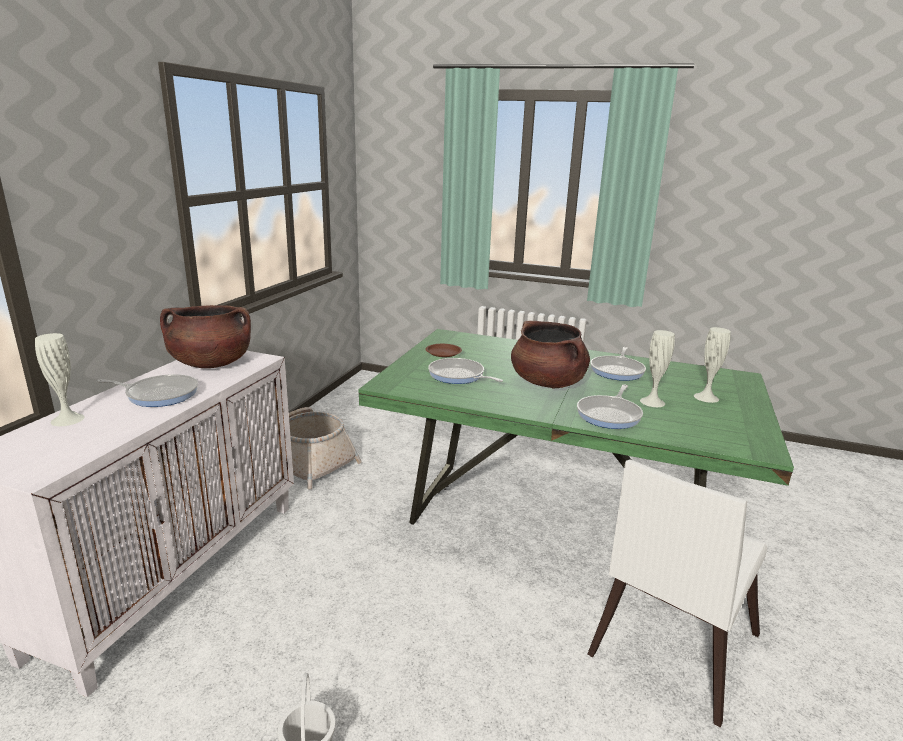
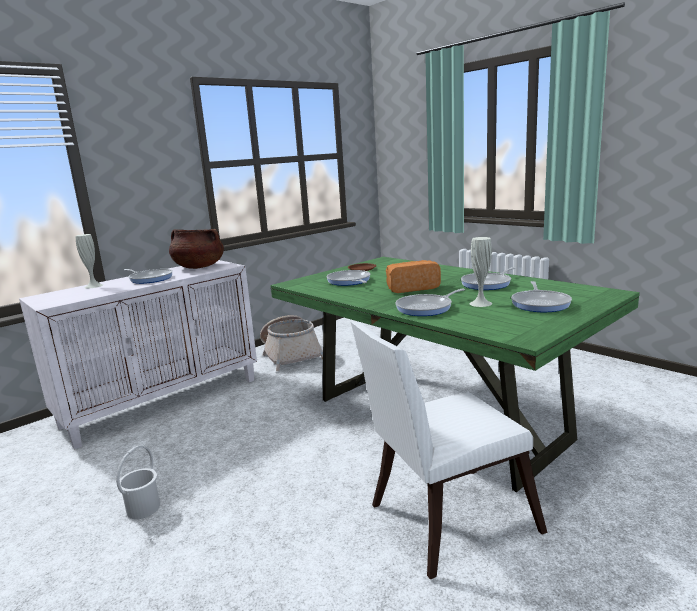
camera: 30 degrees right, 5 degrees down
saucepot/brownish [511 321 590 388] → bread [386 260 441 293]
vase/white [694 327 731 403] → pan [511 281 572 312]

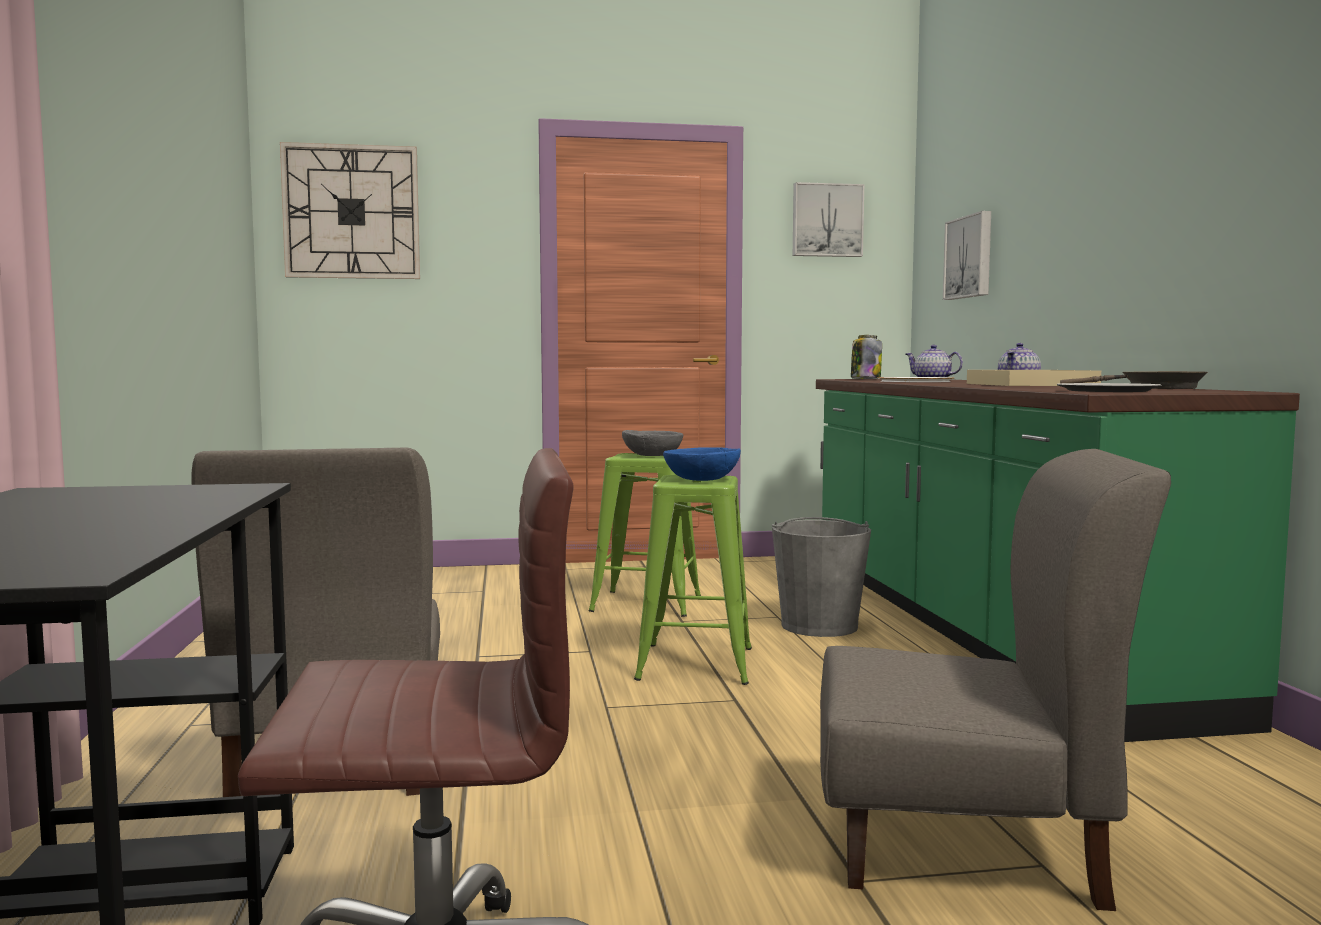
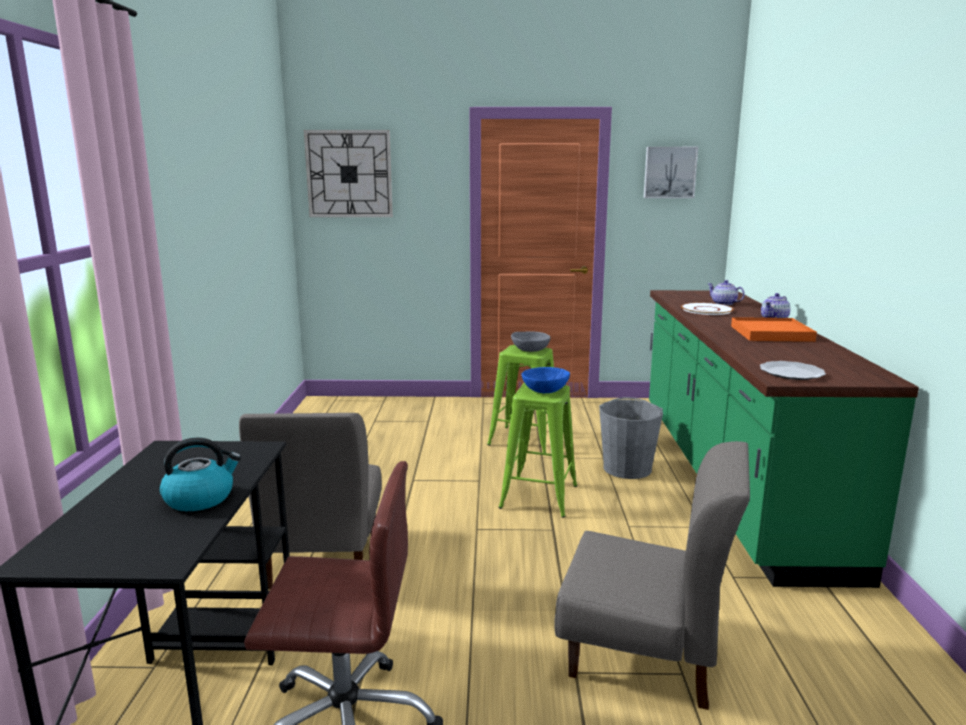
camera: 10 degrees right, 10 degrees up
- → tea kettle [160 437 241 511]
serving tray/sand-coloured [967 370 1101 386] → serving tray/orangey [731 317 817 342]
preserve jar [851 335 882 379] → -
wall picture [943 211 991 300] → -
pan/brownish [1060 371 1208 389] → -

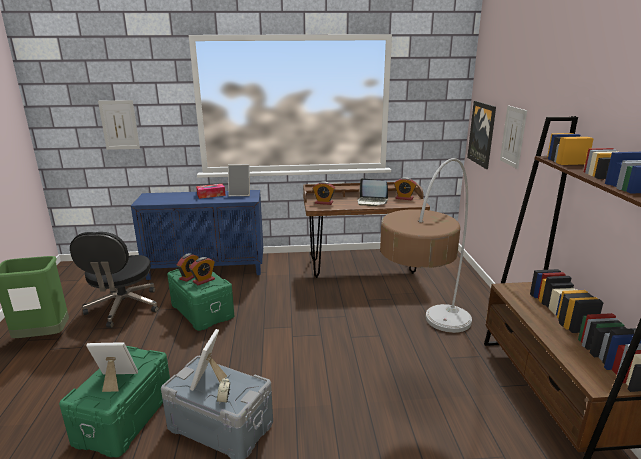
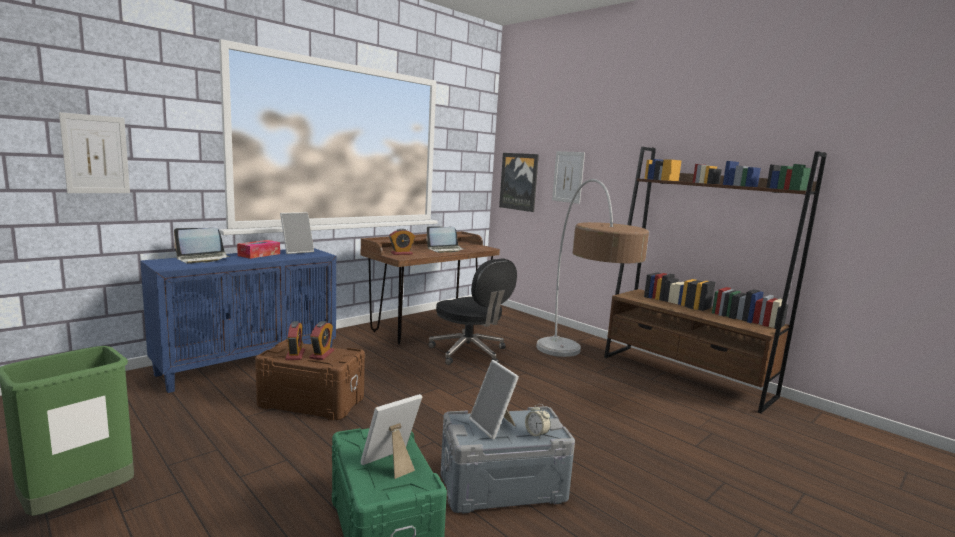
camera: 40 degrees left, 10 degrees down
- → notebook computer [174 228 230 264]
storage container/green [167 269 234 331] → storage container/brownish [255 339 365 420]
computer chair/blackish [70 232 158 328] → computer chair/blackish [428 258 517 365], relocated
bedside clock [394 177 417 200] → -

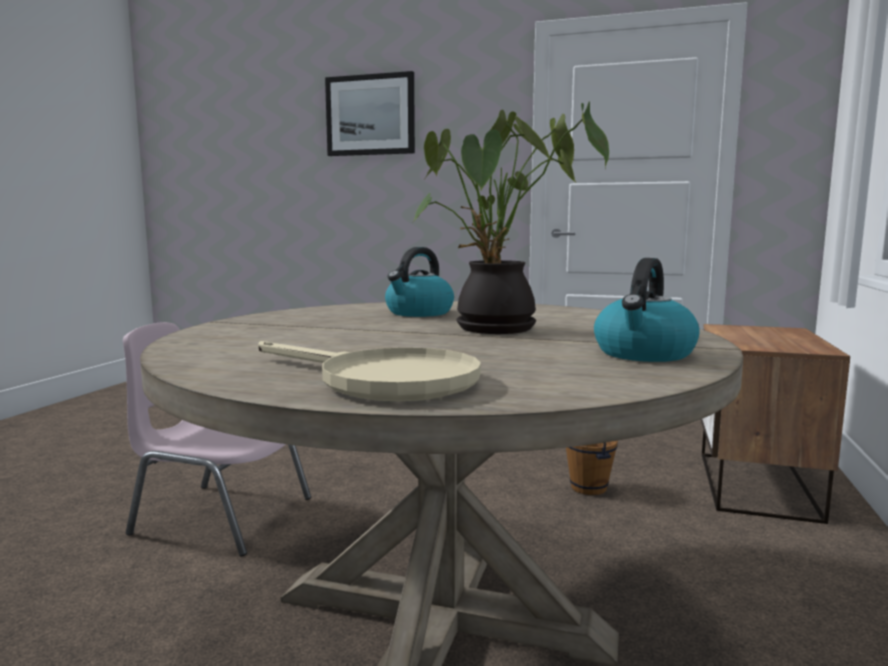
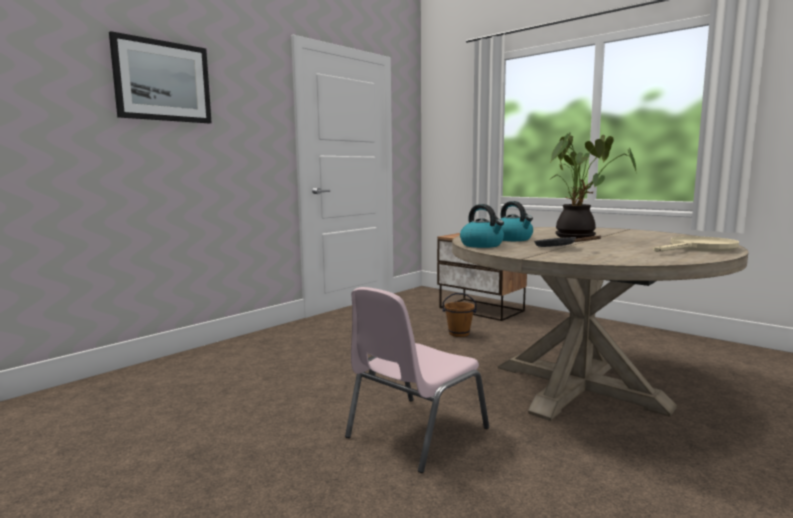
camera: 65 degrees left, 0 degrees up
tea kettle [594 258 700 362] → tea kettle [460 204 504 248], relocated
- → pan/blackish [534 236 602 247]

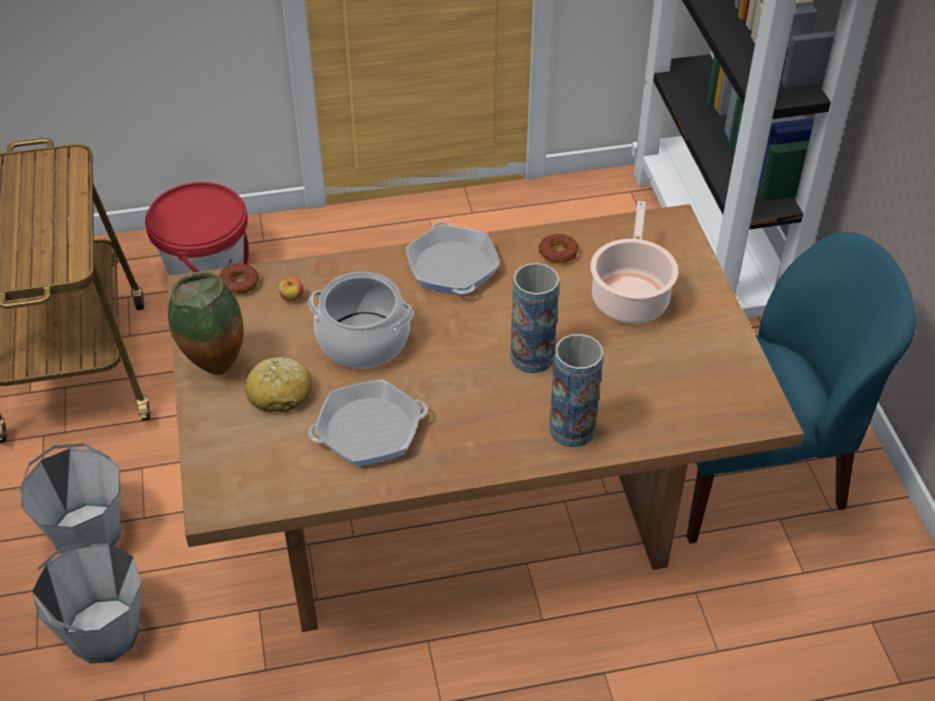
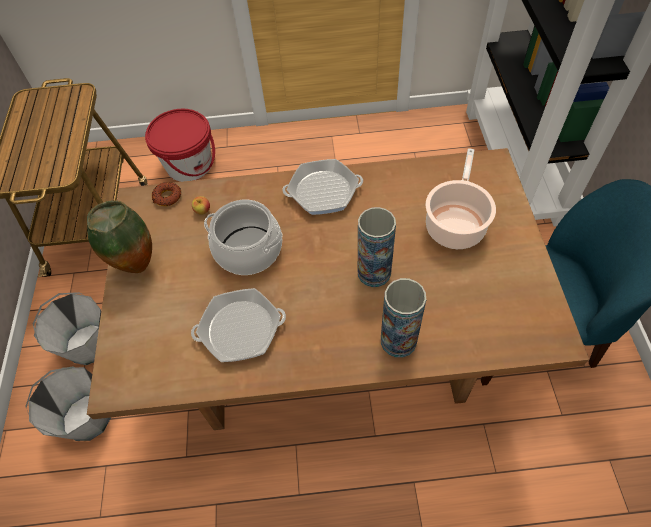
camera: 10 degrees right, 10 degrees up
pan [406 222 500 295] → pan [282 159 363 215], 90 degrees counterclockwise
bread [245 357 312 412] → -
donut [539 234 578 263] → -

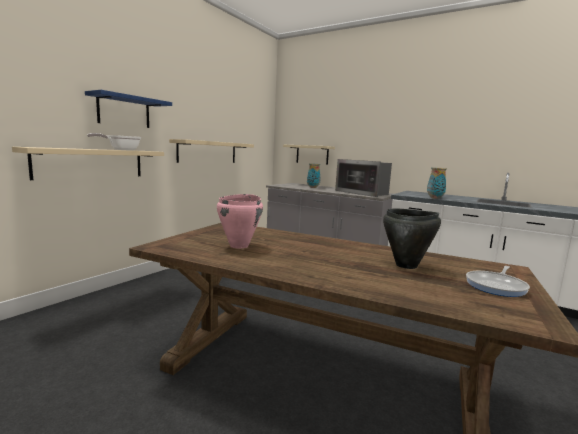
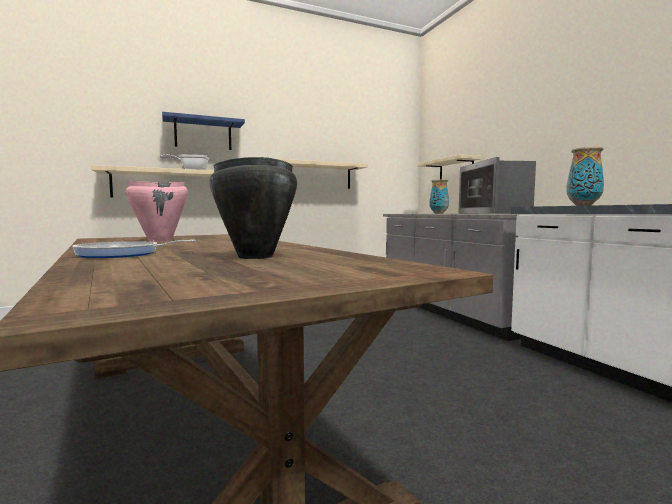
camera: 35 degrees right, 5 degrees down
pan [466 266 530 297] → pan [72 240 196 258], relocated

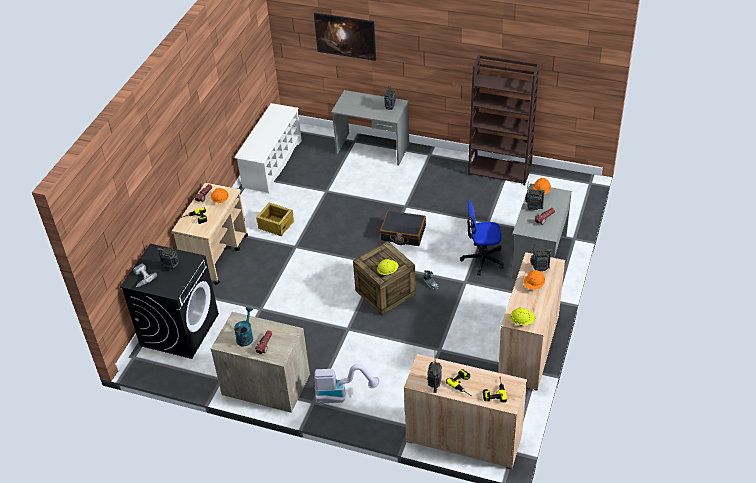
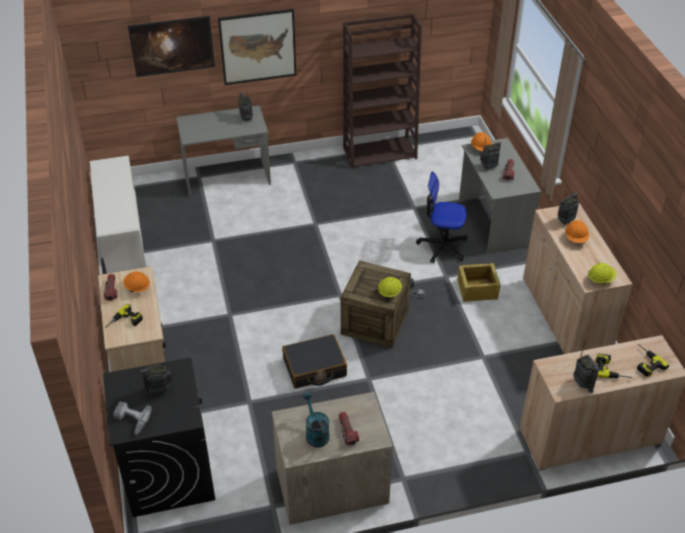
camera: 35 degrees left, 0 degrees up
- → wall picture [218 9 296 85]
suitcase/blackish [380 210 426 246] → suitcase/blackish [282 334 347 389], relocated
computer chair [460 201 504 276] → computer chair [416 172 468 264], 45 degrees clockwise
packing crate [256 203 294 236] → packing crate [457 263 500 302], relocated
vacuum cleaner [314 364 380 405] → -

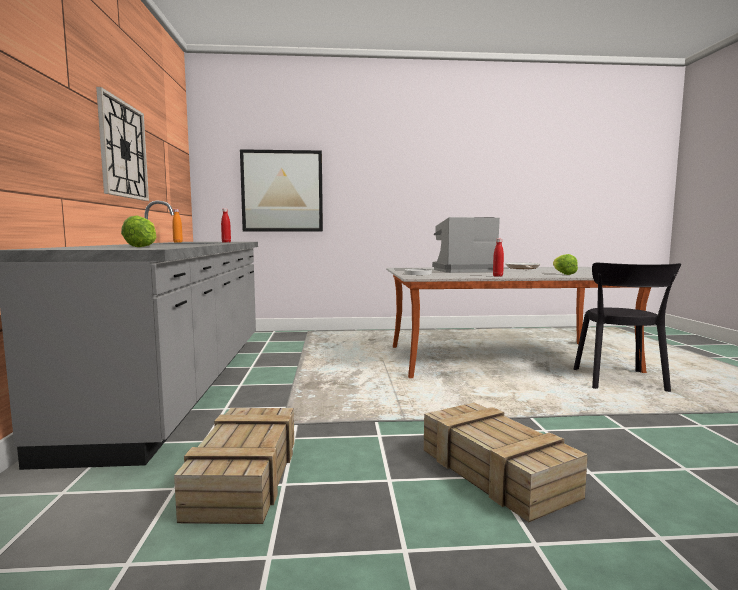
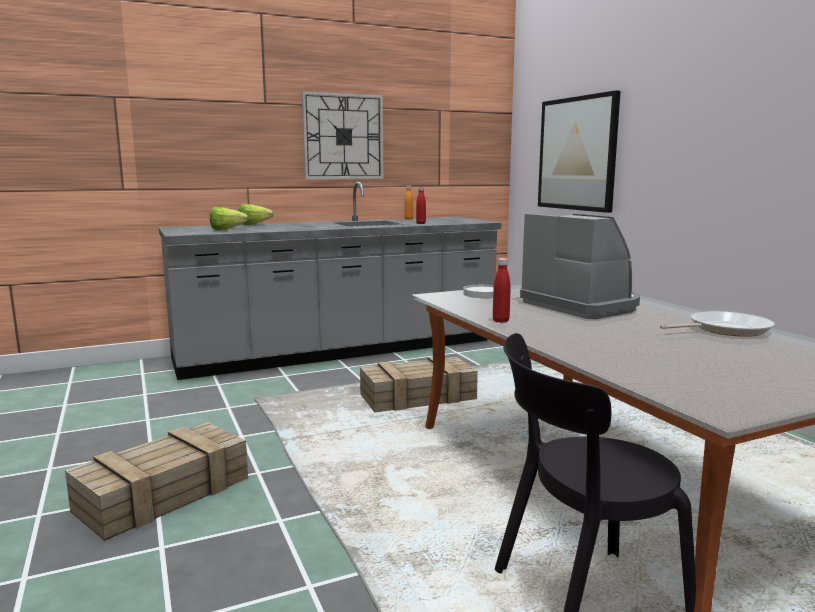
camera: 70 degrees right, 5 degrees up
lettuce [553 254 578 275] → lettuce [239 204 273 225], relocated
packing crate [174 408 294 524] → packing crate [360 357 478 412], relocated

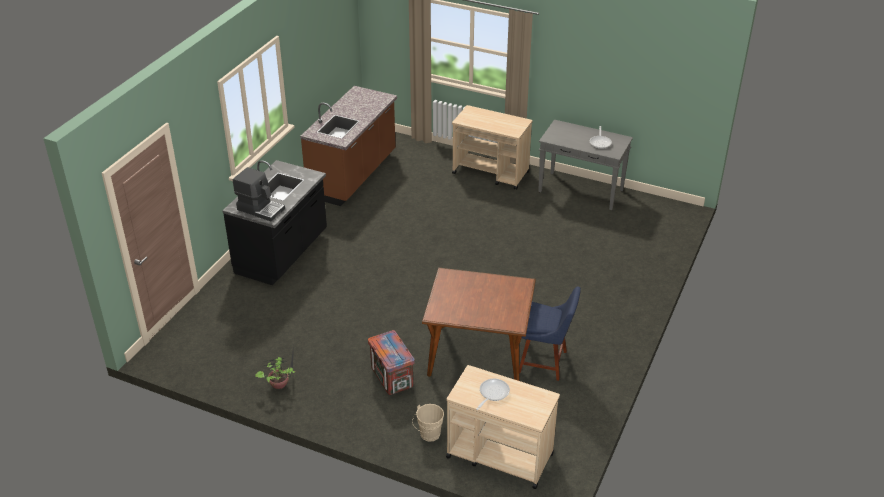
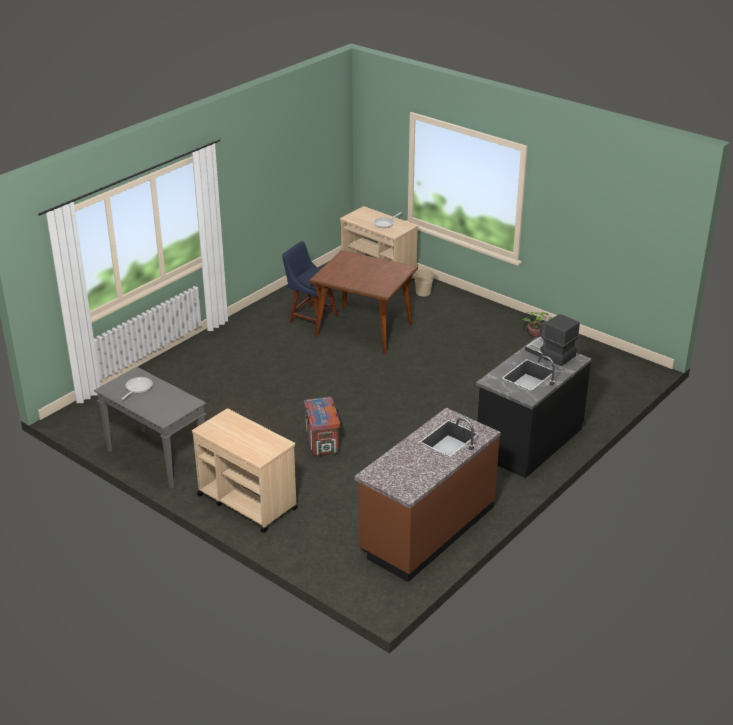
camera: 165 degrees left, 5 degrees down
packing crate [368 330 415 395] → packing crate [304 397 340 456], relocated

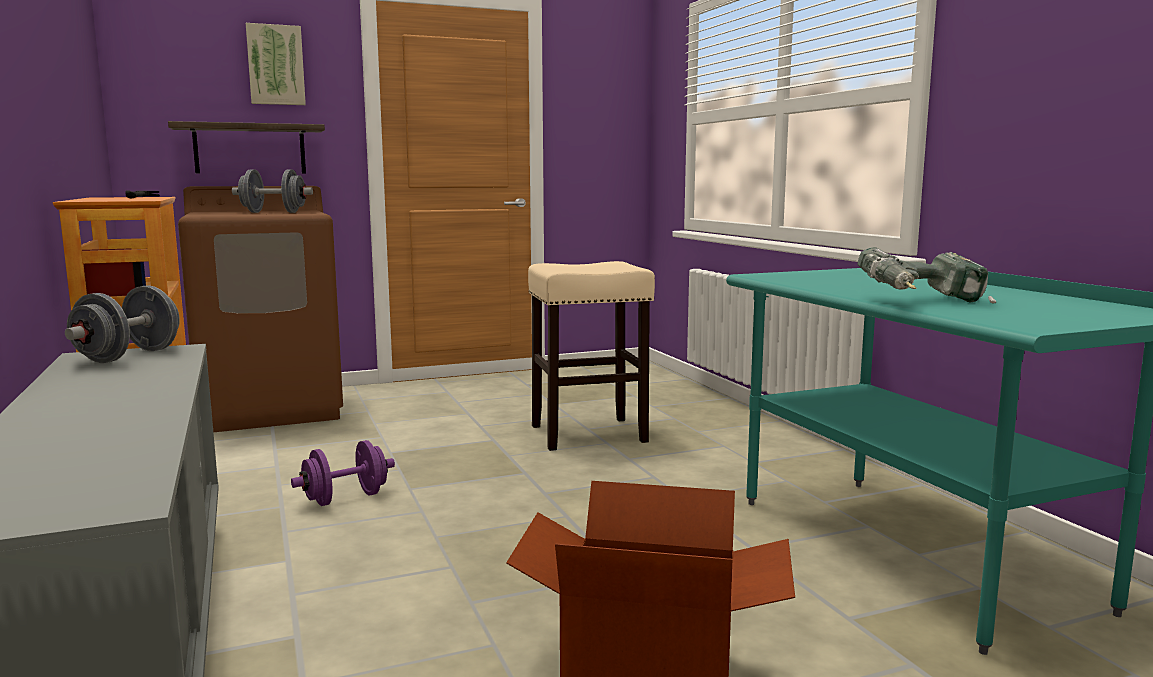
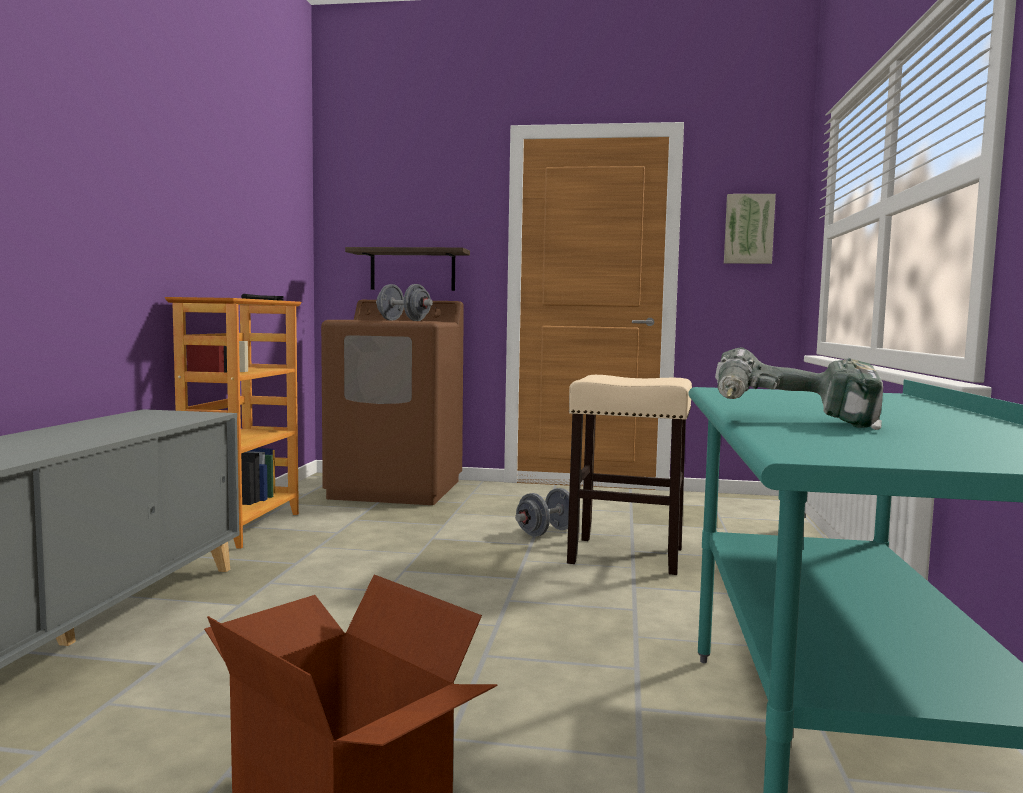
camera: 30 degrees right, 5 degrees down
free weight/greyish [65 286 180 363] → free weight/greyish [515 488 569 537], relocated
wall picture [246 23 306 105] → wall picture [724 194 776 264], relocated
free weight/purple [291 440 395 506] → -

